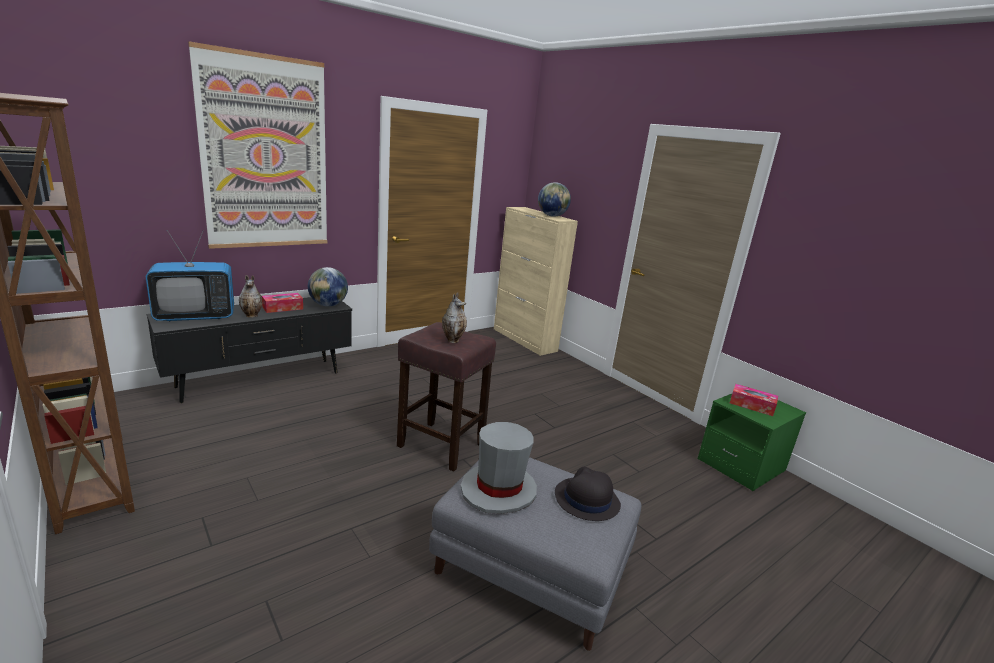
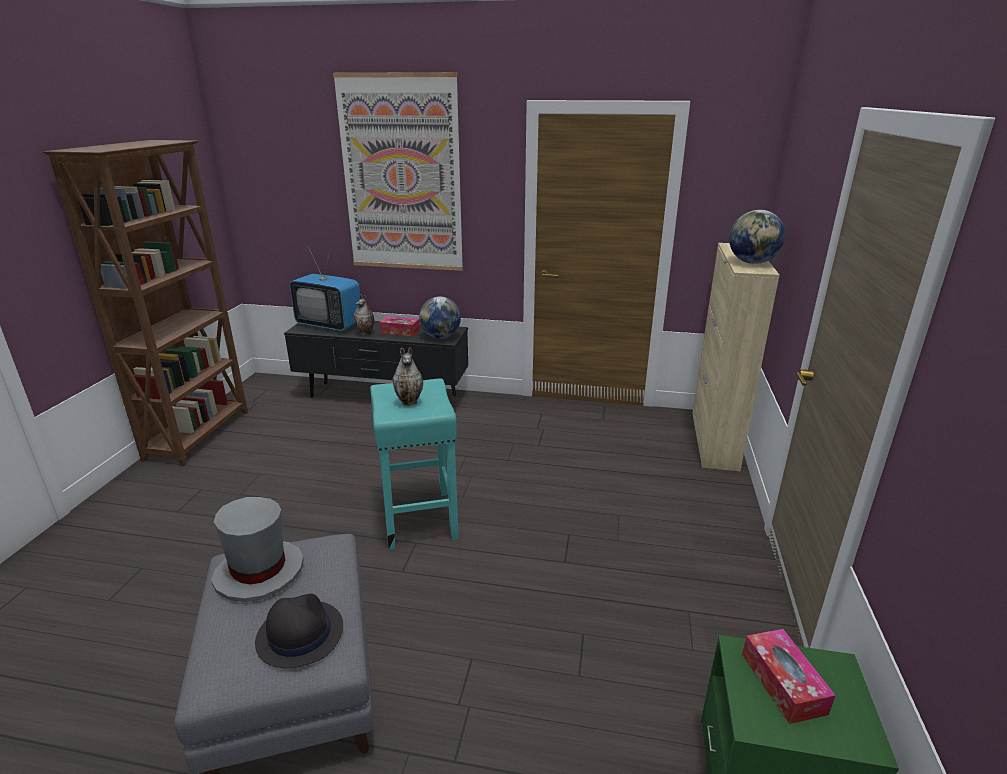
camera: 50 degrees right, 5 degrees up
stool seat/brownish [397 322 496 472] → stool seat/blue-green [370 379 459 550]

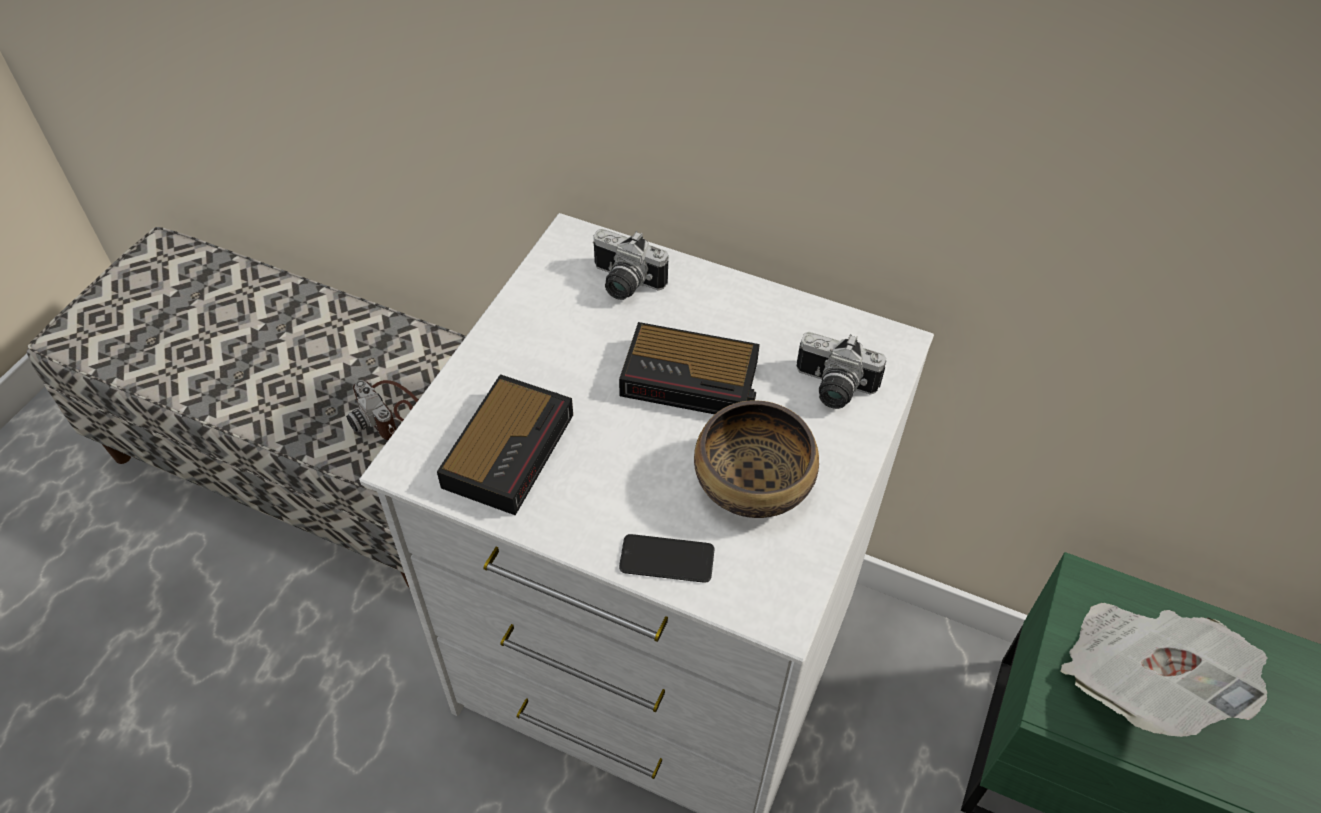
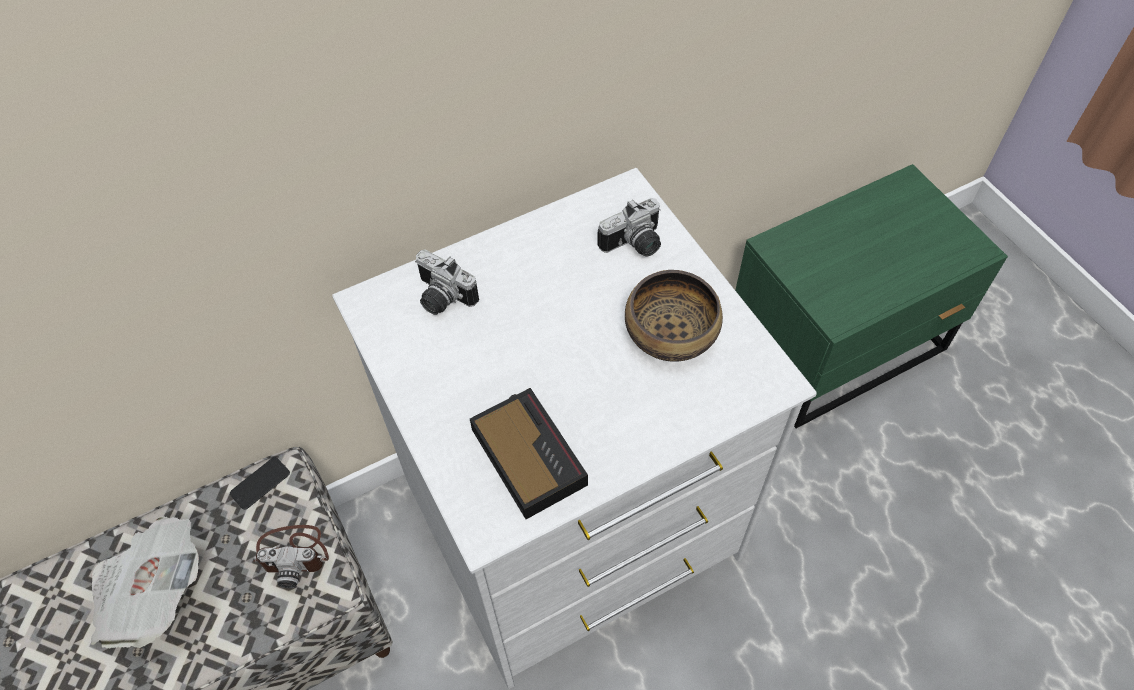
camera: 50 degrees left, 5 degrees up
printed paper [1060 603 1268 737] → printed paper [91 516 199 649], relocated
telephone [619 534 714 583] → telephone [230 457 290 510], relocated
still camera [593 229 669 300] → still camera [415 250 479 315], 60 degrees clockwise
bedside clock [619 322 760 414] → -

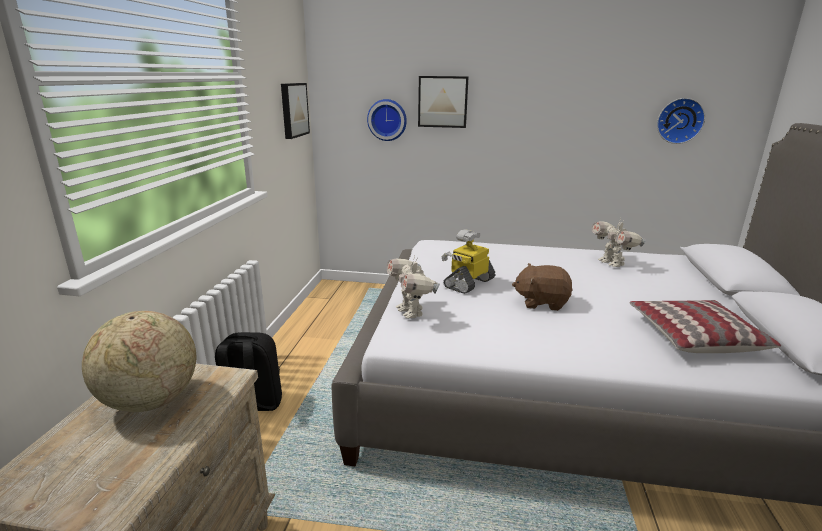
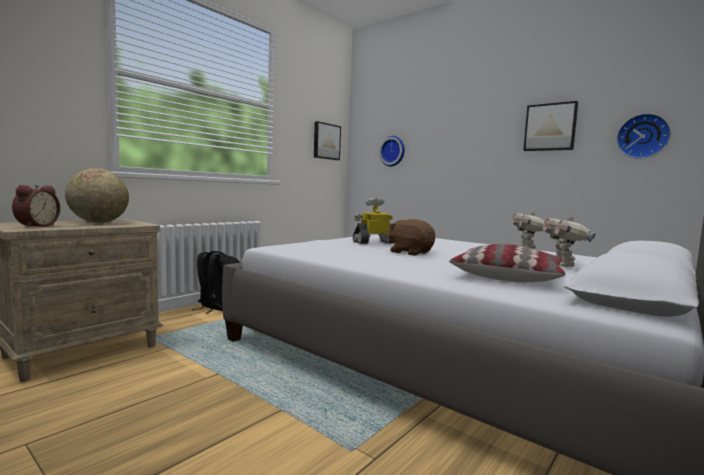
camera: 30 degrees right, 15 degrees down
- → bedside clock [12 185 60 228]
wall picture [418 76 469 128] → wall picture [523 101 578 151], relocated
toy robot [387 256 440 319] → toy robot [543 212 596 267], relocated

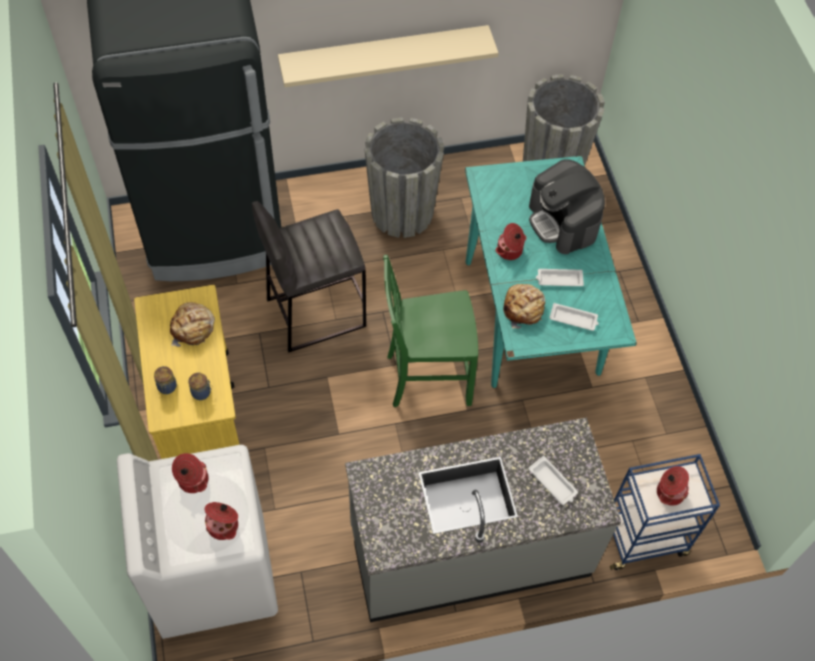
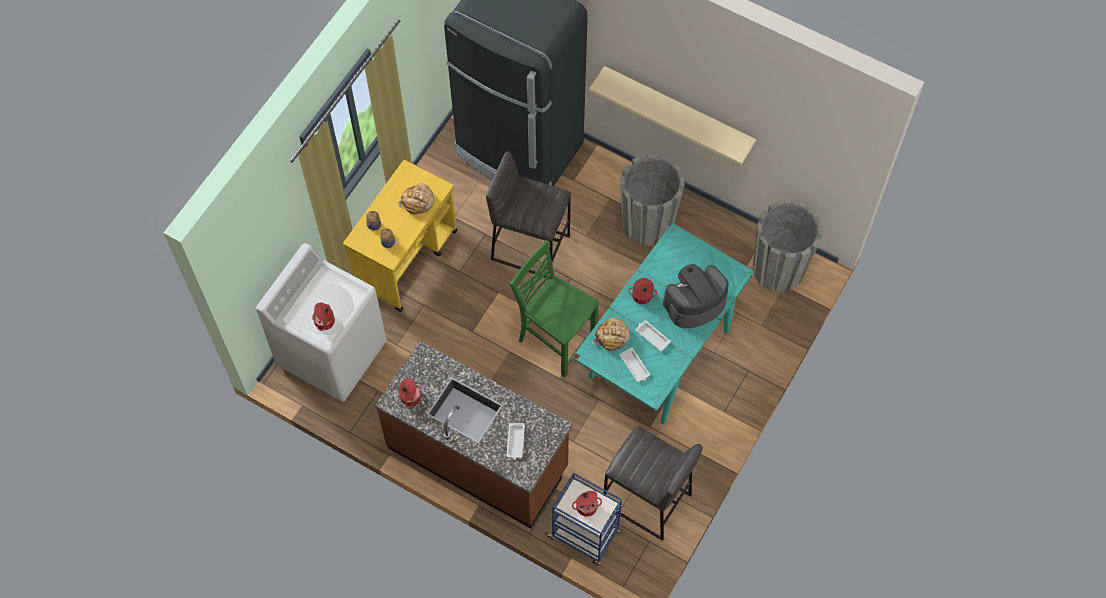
camera: 45 degrees right, 5 degrees up
counter/greyish [345 417 621 622] → counter/brownish [375 341 573 529]
saucepot [172 453 209 493] → saucepot [399 378 422 408], relocated
- → stool seat/greyish [604 426 703 541]
coffee maker [529 159 605 254] → coffee maker [663 264 729 328], 45 degrees clockwise

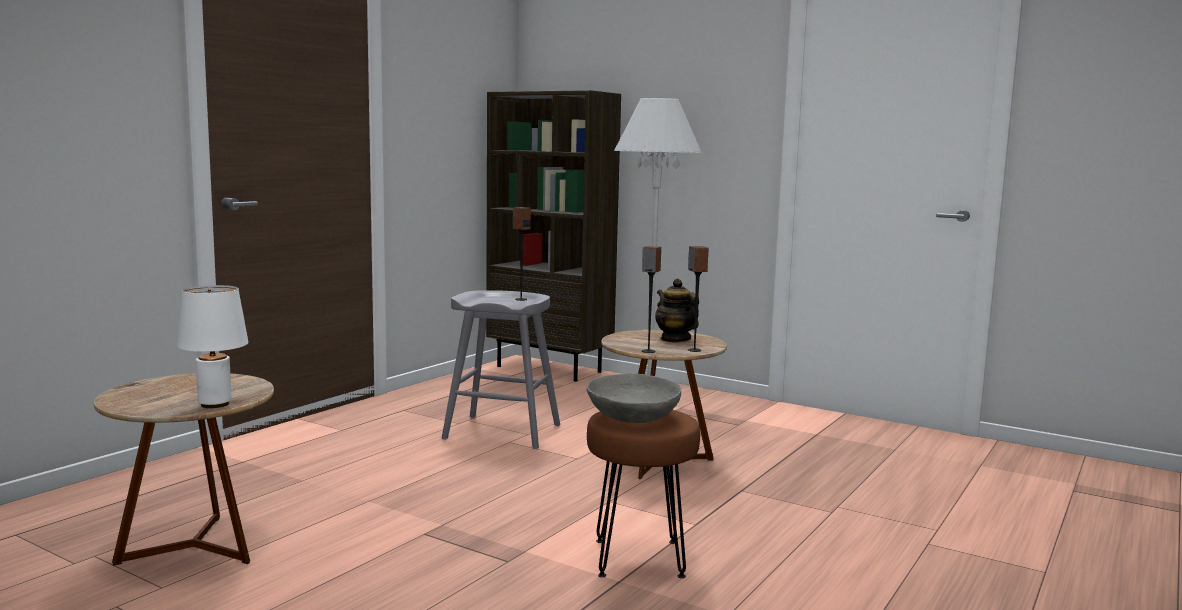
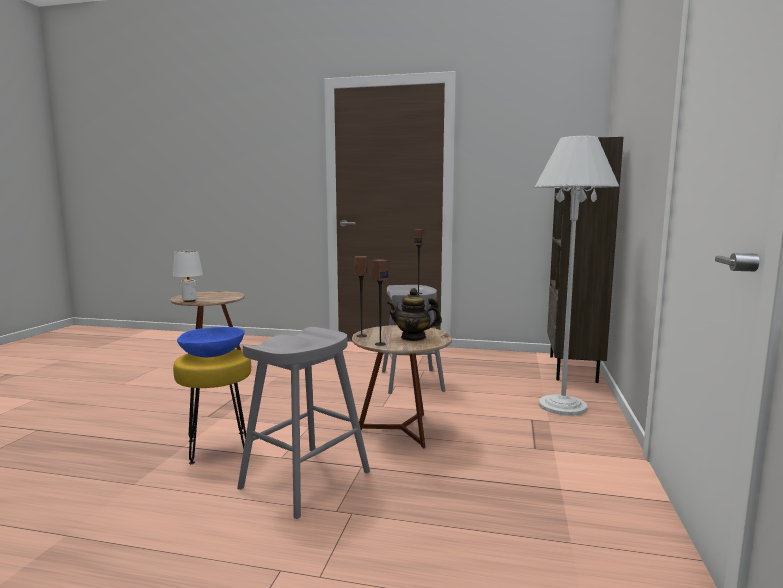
camera: 70 degrees right, 0 degrees up
stool seat/brownish [587 410 700 578] → stool seat/yellow [173 349 251 464]
bowl/greyish [587 373 681 423] → bowl/blue [177 327 245 357]
- → stool seat/greyish [237 327 370 519]
pot for tea [655 278 699 342] → pot for tea [387 288 442 341], 120 degrees counterclockwise

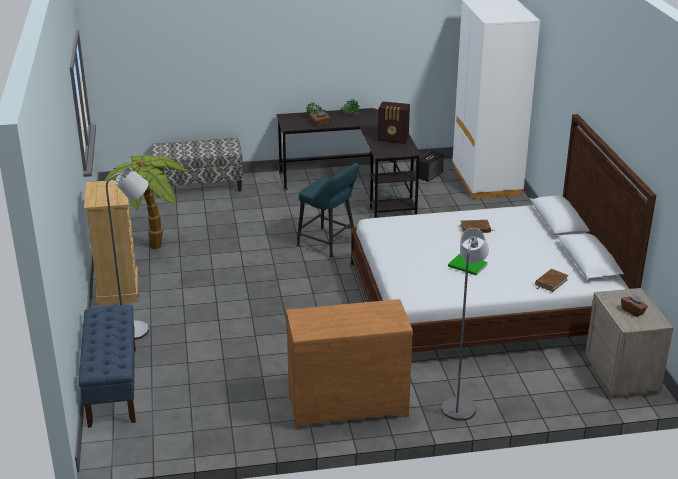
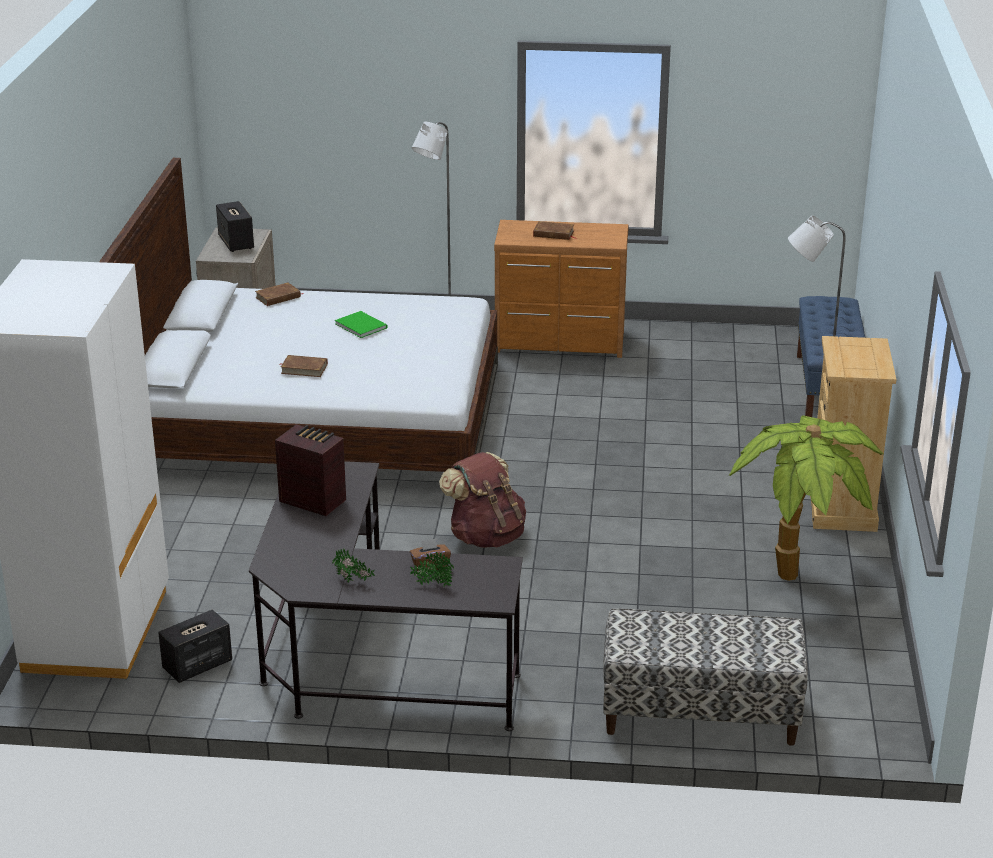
camera: 165 degrees left, 0 degrees up
tissue box/brownish [621 293 648 317] → loudspeaker [216 201 254 252]
stool seat/blue-green [297 163 359 258] → knapsack/brownish [439 452 526 548]
- → bound book/brownish [533 221 577 240]

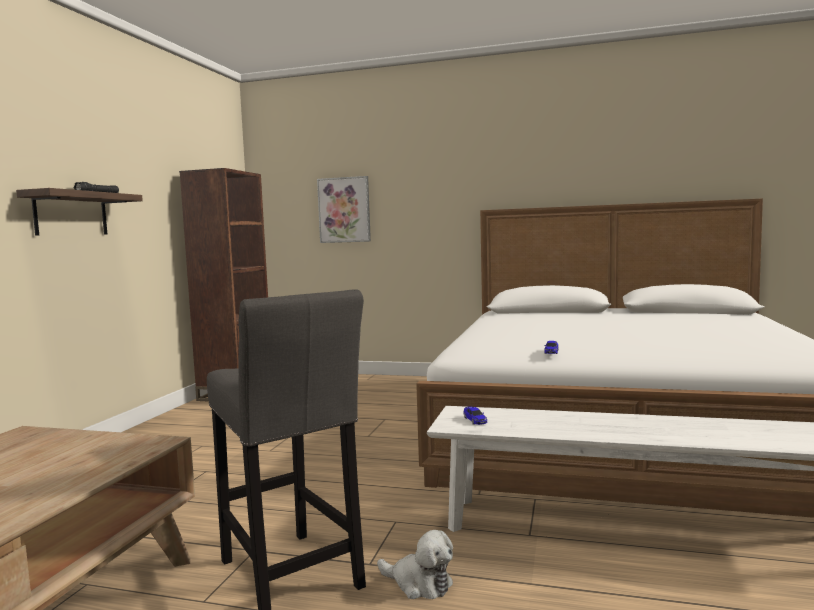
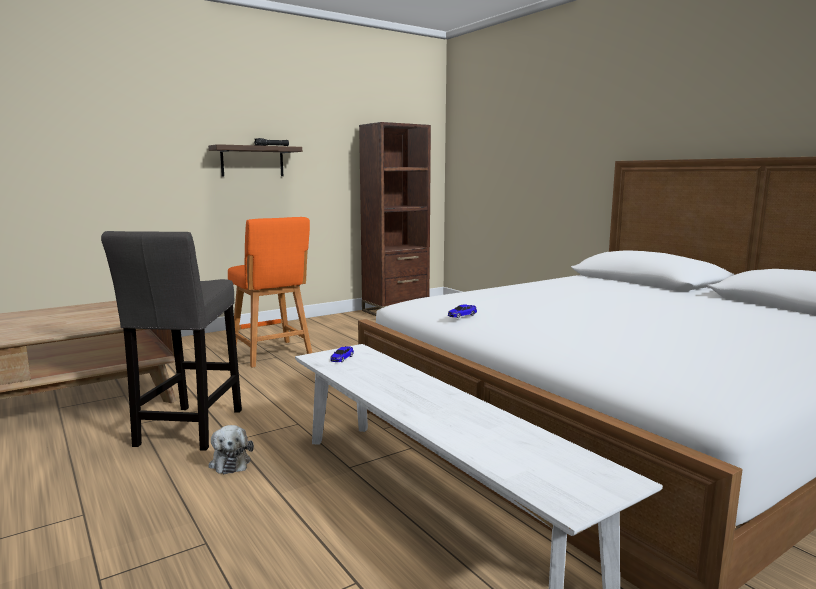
camera: 40 degrees right, 5 degrees up
- → stool seat/orangey [228 217 312 367]
wall picture [317 176 371 243] → -

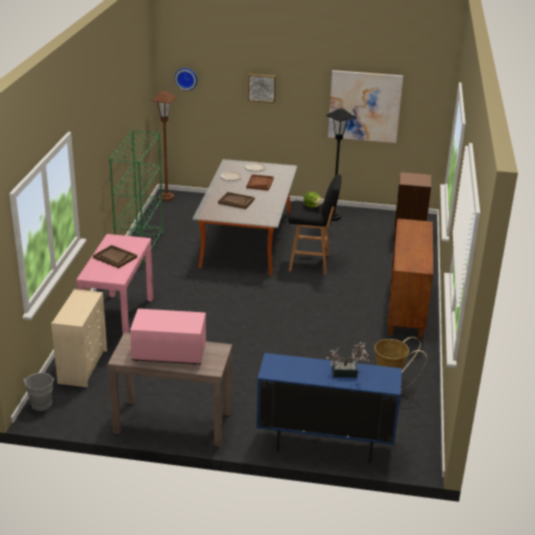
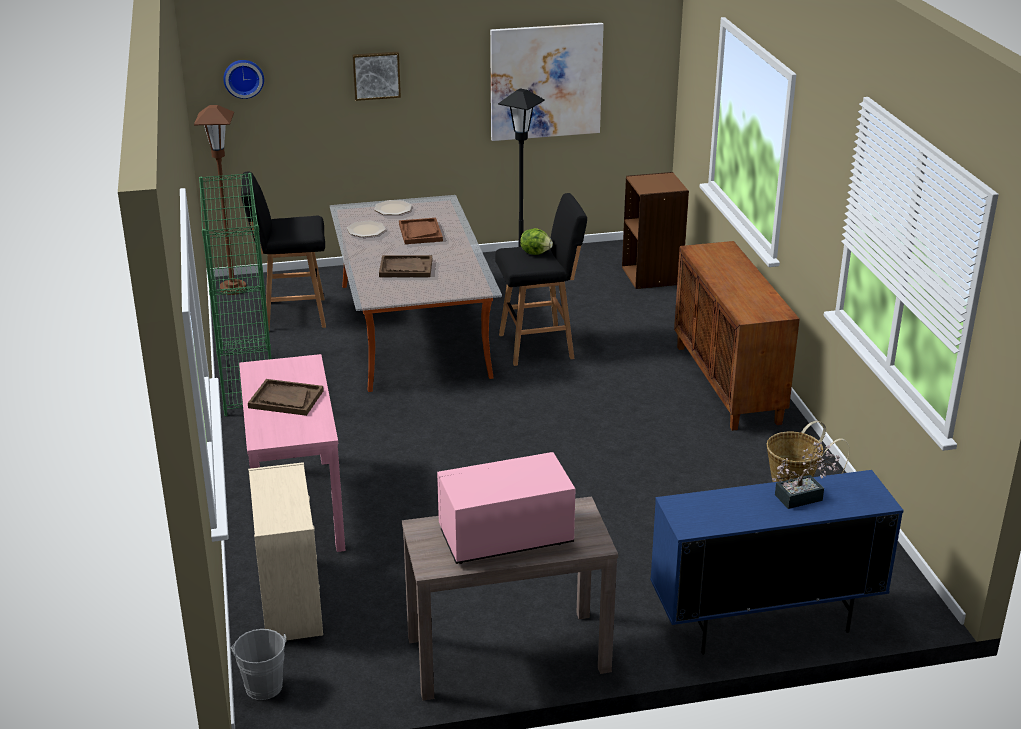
camera: 20 degrees left, 0 degrees up
- → stool seat/blackish [241 172 326 331]

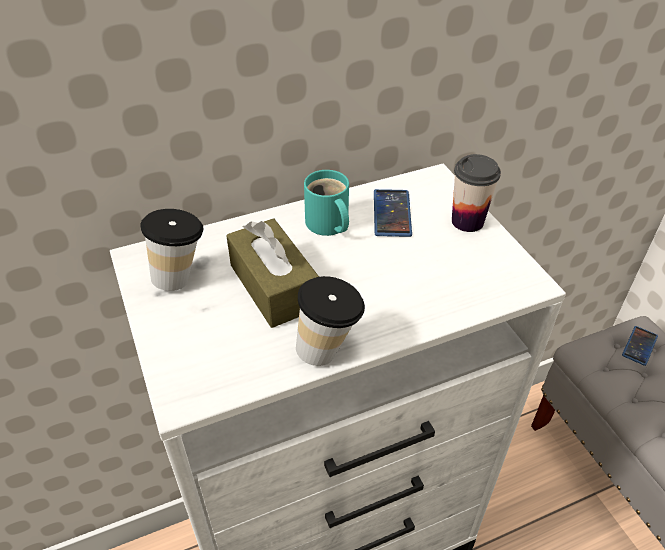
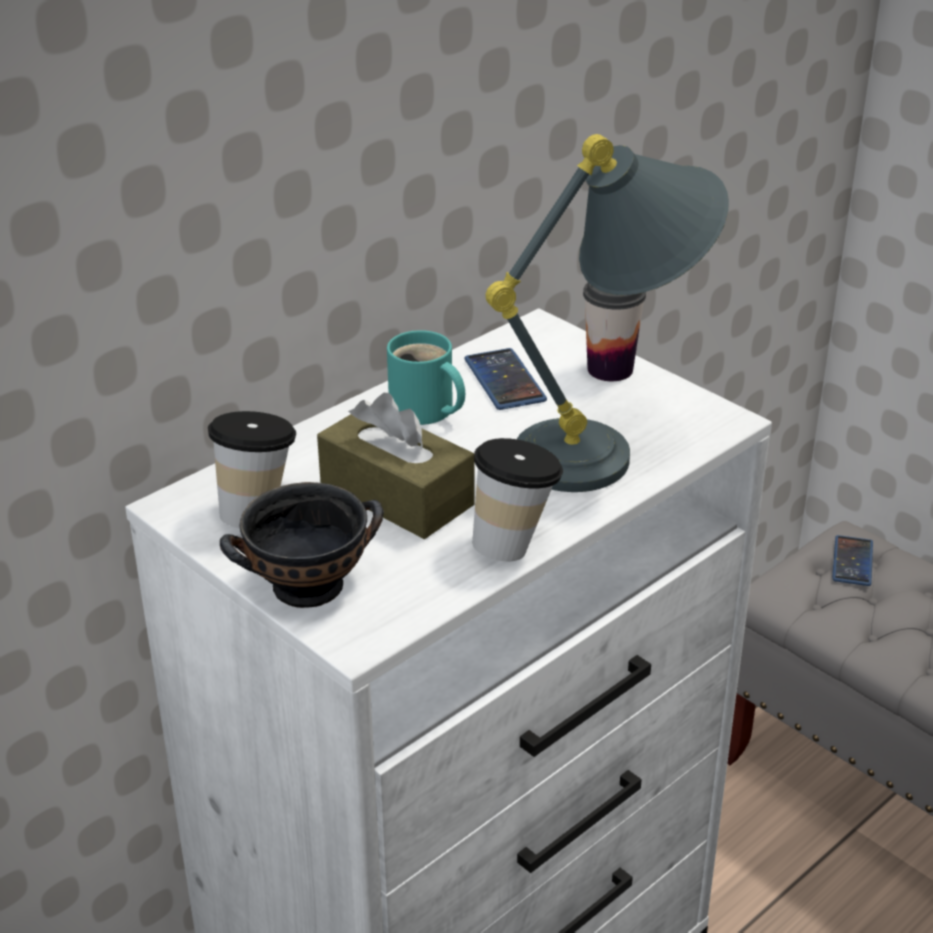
camera: 20 degrees left, 10 degrees down
- → bowl/blackish [220 482 384 608]
- → tabletop lamp/greyish [486 134 729 492]

